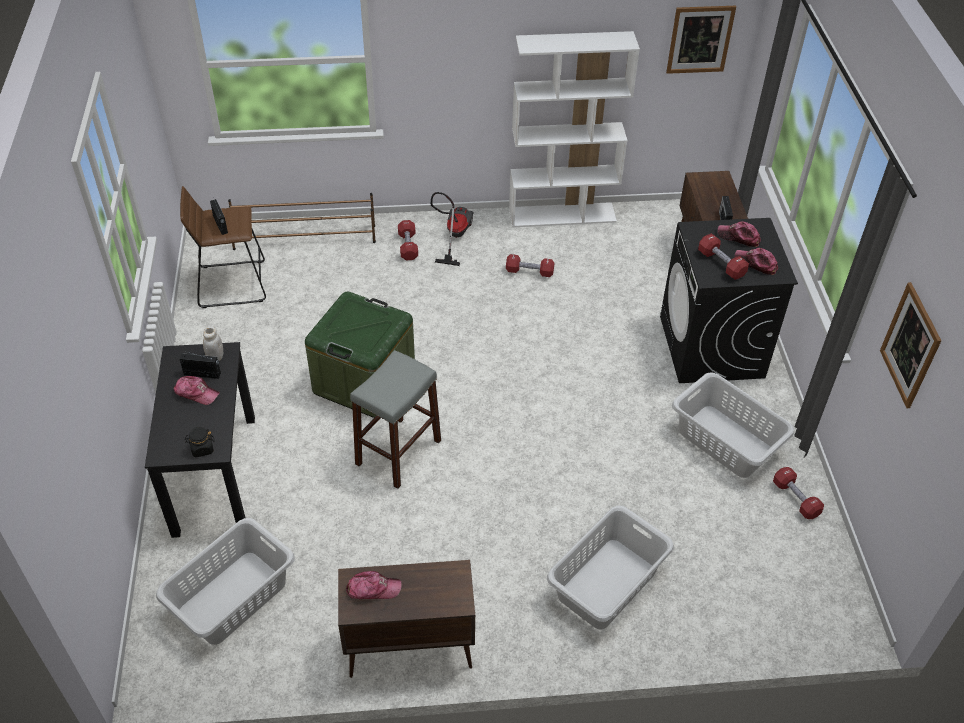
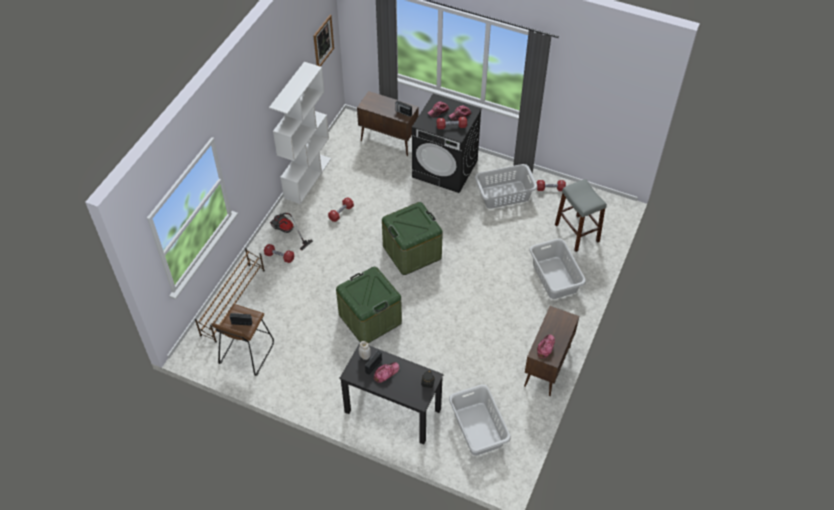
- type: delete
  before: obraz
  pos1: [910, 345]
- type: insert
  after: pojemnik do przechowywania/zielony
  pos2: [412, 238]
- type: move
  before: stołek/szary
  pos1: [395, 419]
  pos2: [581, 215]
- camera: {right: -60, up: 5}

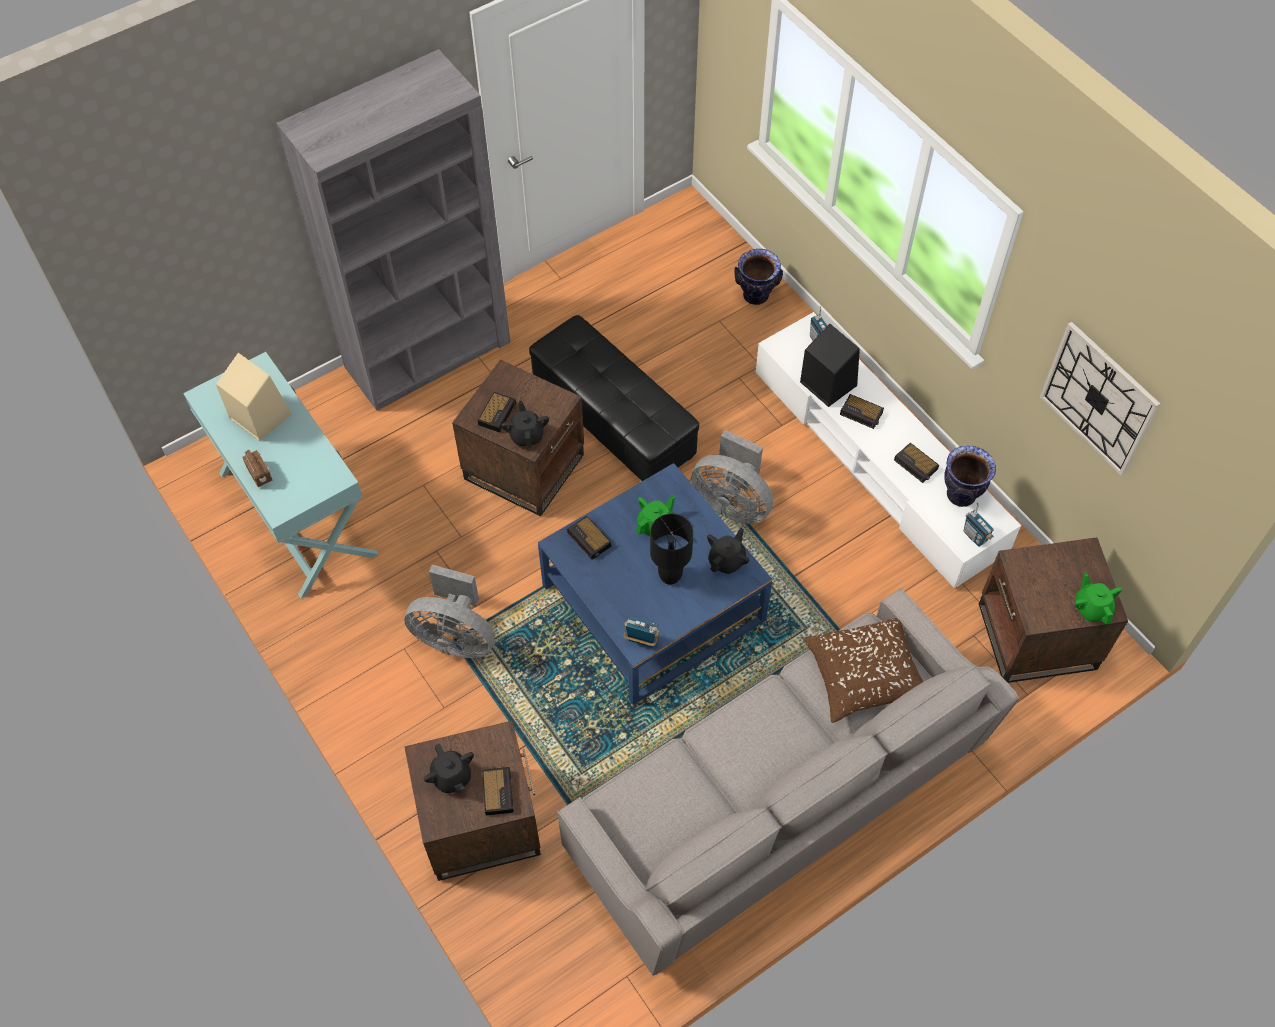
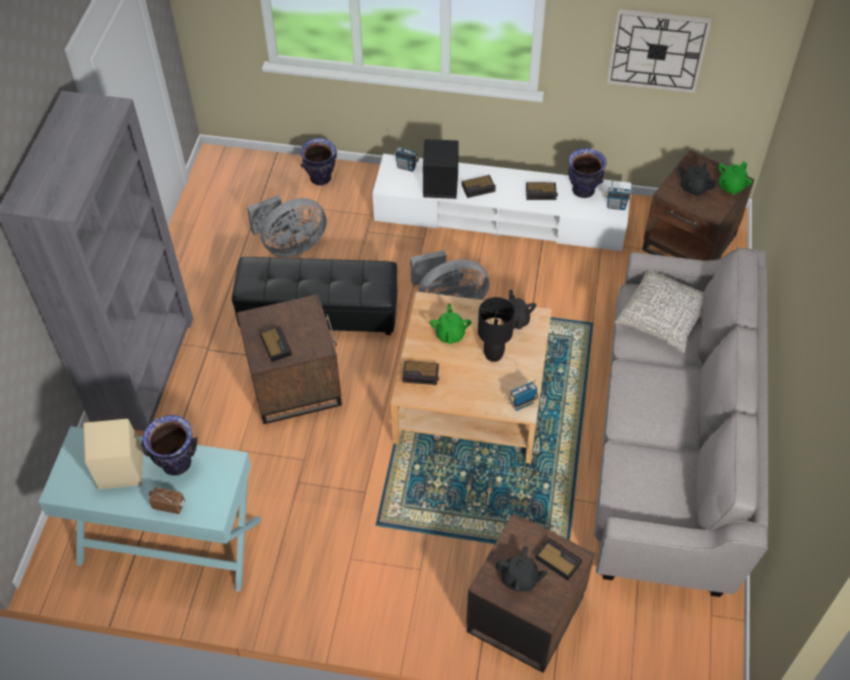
- type: insert
  after: wazon
  pos2: [170, 445]
- type: move
  before: wentylator/szary
  pos1: [449, 611]
  pos2: [287, 226]
- type: move
  before: imbryk/czarny
  pos1: [525, 424]
  pos2: [696, 179]
- type: recolor
  before: ława/niebieski
  after: ława/beżowy
  pos1: [655, 584]
  pos2: [471, 377]
- type: recolor
  before: poduszka/brązowy
  after: poduszka/szary
  pos1: [863, 670]
  pos2: [660, 311]
- type: rotate
  before: imbryk/zielony
  pos1: [1098, 598]
  pos2: [735, 178]
  turn: -75
- camera: {right: -45, up: -5}

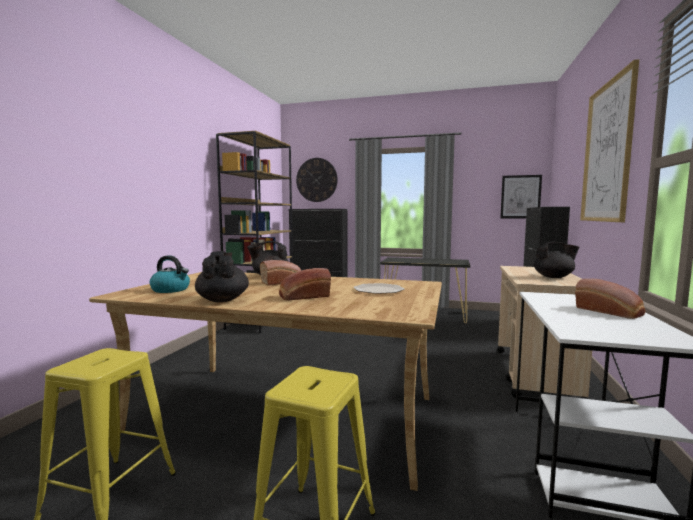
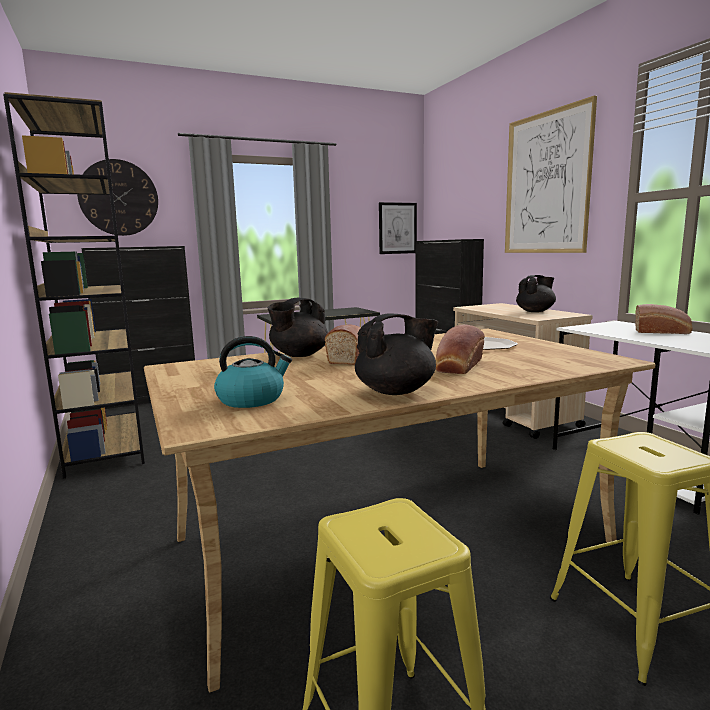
- type: rotate
  before: imbryk/czarny
  pos1: [222, 276]
  pos2: [396, 354]
  turn: 120
- camera: {right: -40, up: 5}

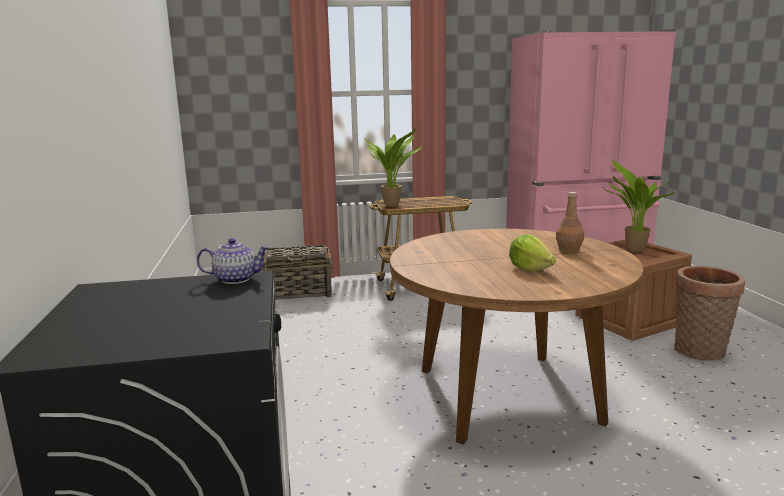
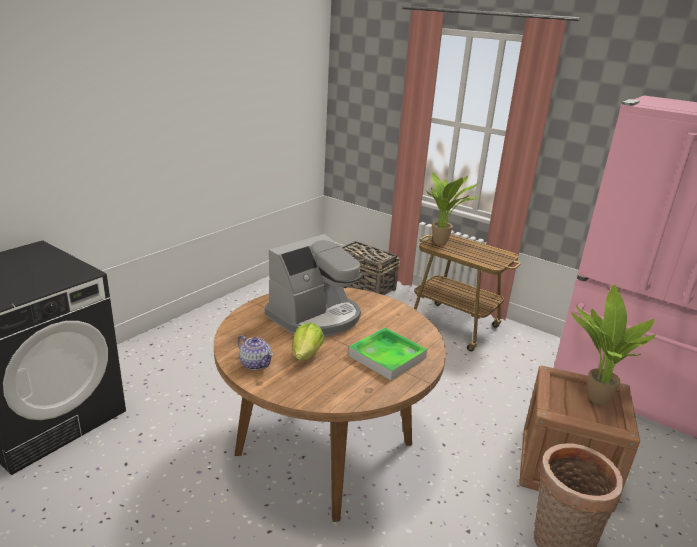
- type: insert
  after: ekspres do kawy
  pos2: [313, 285]
- type: move
  before: imbryk
  pos1: [233, 261]
  pos2: [255, 352]
- type: replace
  before: butelka/brązowy
  after: taca
  pos1: [570, 222]
  pos2: [387, 354]
- camera: {right: 45, up: 10}

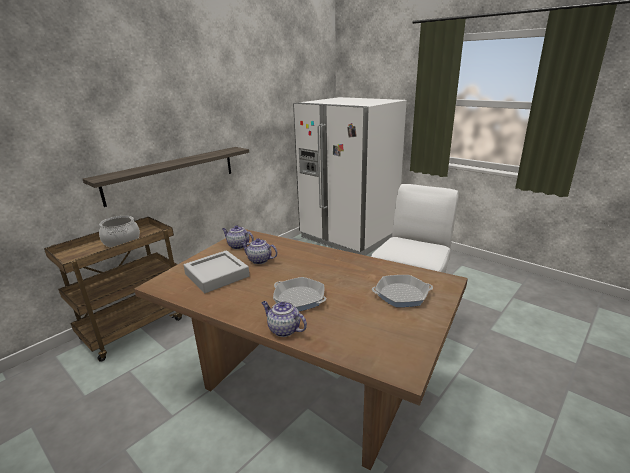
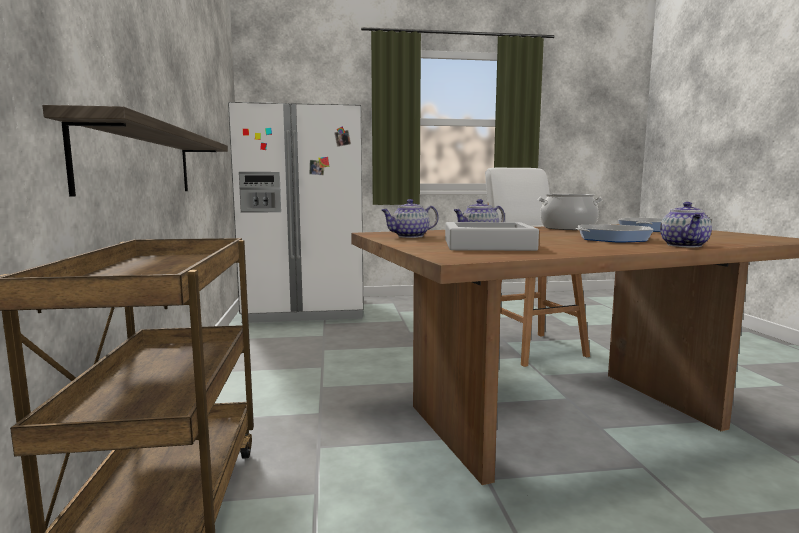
- type: move
  before: garnek
  pos1: [119, 232]
  pos2: [570, 212]
- type: rotate
  before: imbryk
  pos1: [284, 319]
  pos2: [686, 224]
  turn: -60
- camera: {right: -50, up: -15}

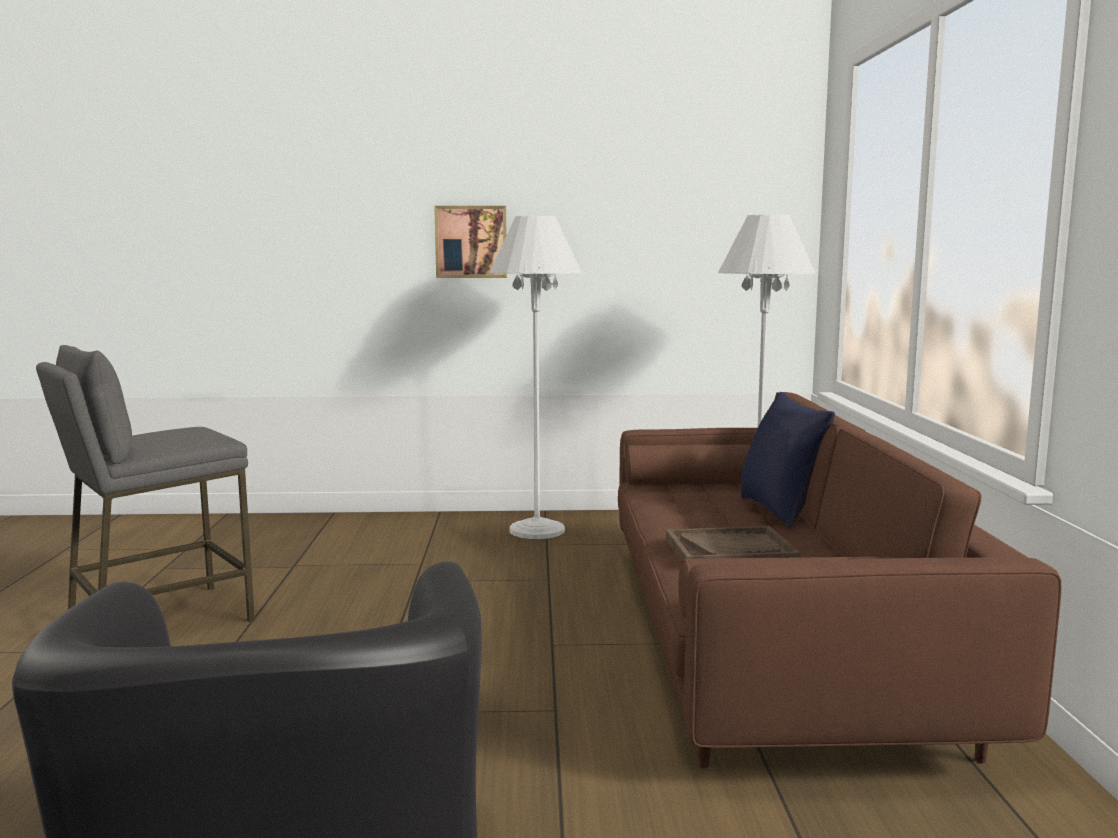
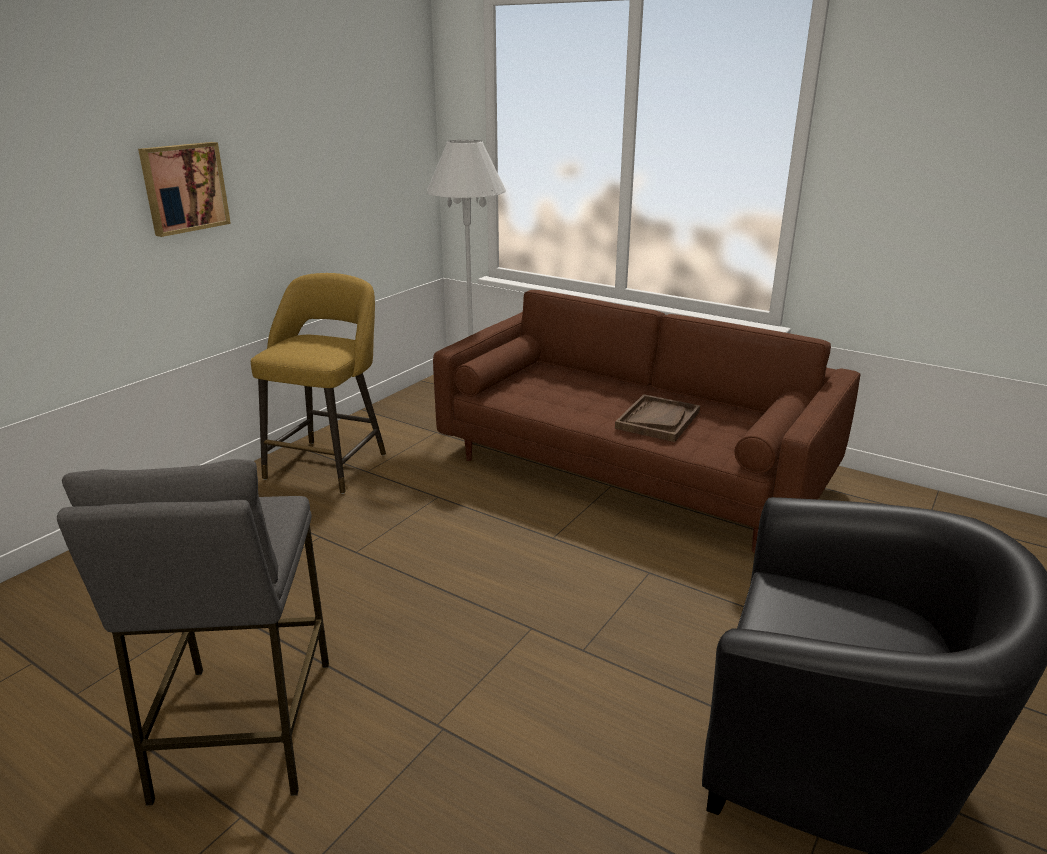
- type: delete
  before: poduszka/niebieski
  pos1: [788, 460]
- type: replace
  before: lampa stojąca/biały
  after: stołek/żółty
  pos1: [535, 377]
  pos2: [318, 383]
- camera: {right: -55, up: 15}

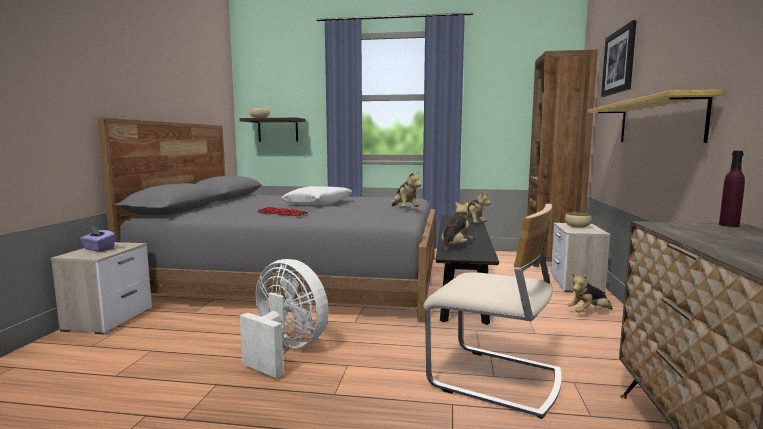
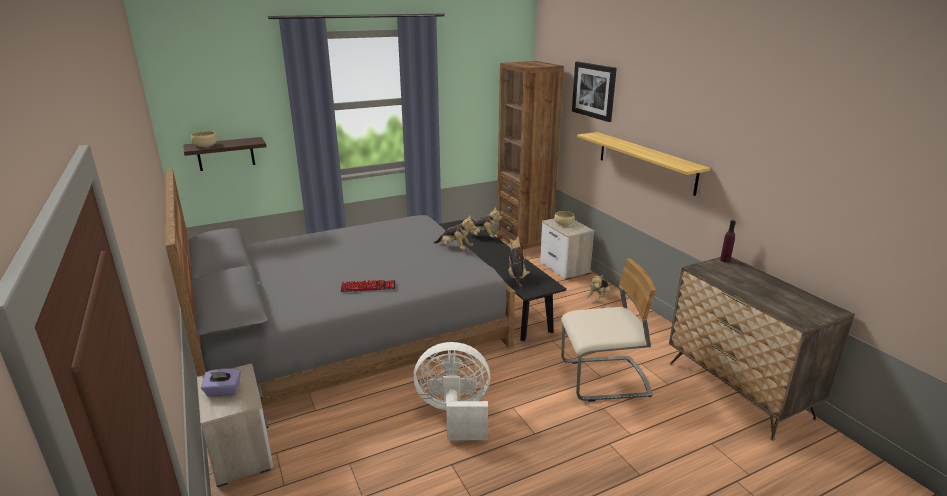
- type: delete
  before: poduszka/biały
  pos1: [317, 195]
- camera: {right: -35, up: 15}

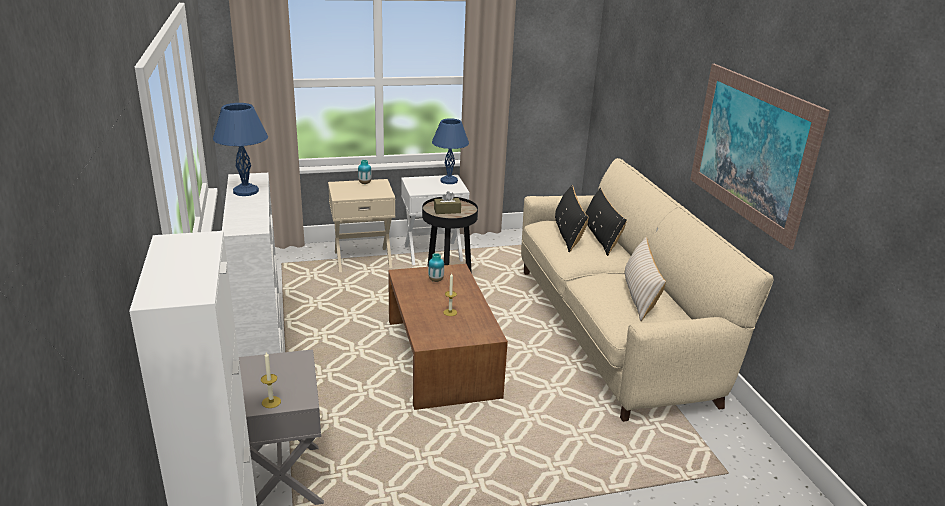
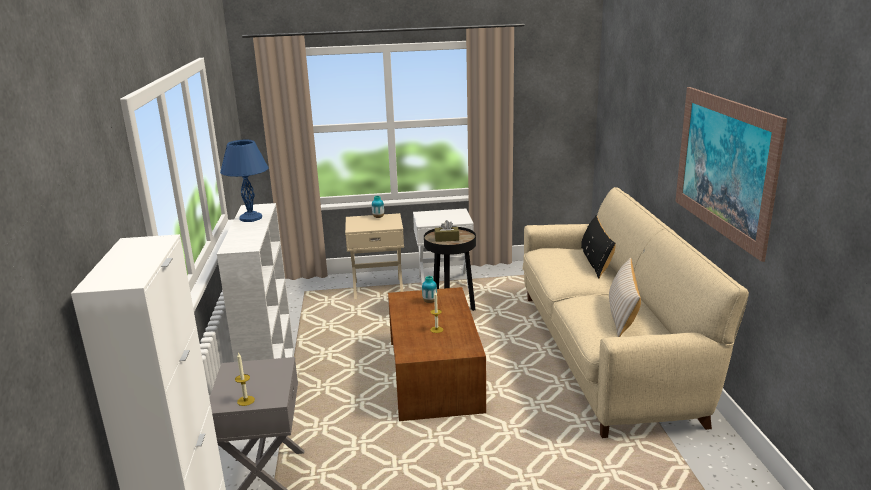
- type: delete
  before: lampa stołowa/niebieski
  pos1: [450, 151]
- type: delete
  before: poduszka/czarny
  pos1: [572, 219]
- camera: {right: 10, up: -5}

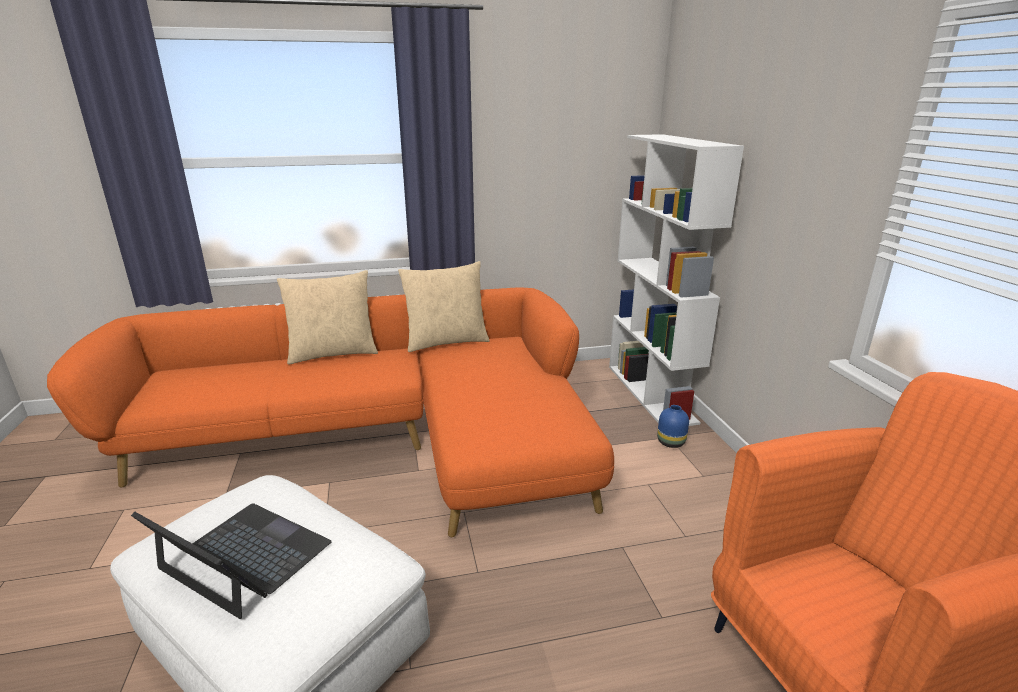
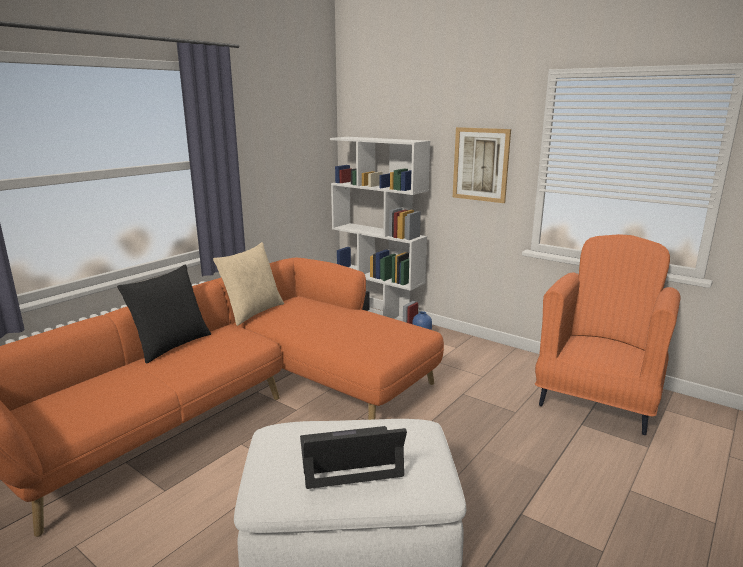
- type: insert
  after: obraz
  pos2: [482, 165]
- type: recolor
  before: poduszka/beżowy
  after: poduszka/czarny
  pos1: [327, 317]
  pos2: [164, 314]
- camera: {right: -40, up: -5}

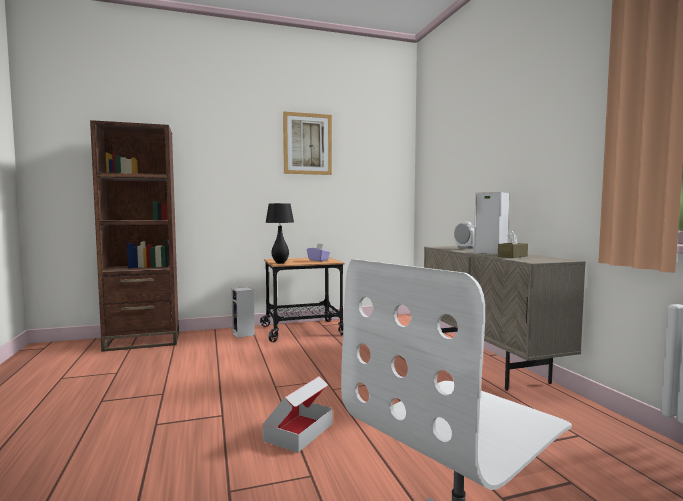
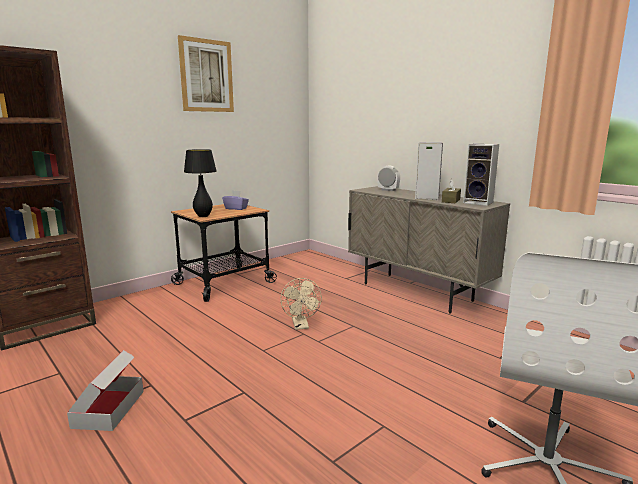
- type: insert
  after: wentylator/beżowy
  pos2: [301, 304]
- type: move
  before: głośnik
  pos1: [243, 312]
  pos2: [481, 175]
- type: move
  before: karton
  pos1: [298, 414]
  pos2: [105, 390]
- camera: {right: -25, up: 10}

